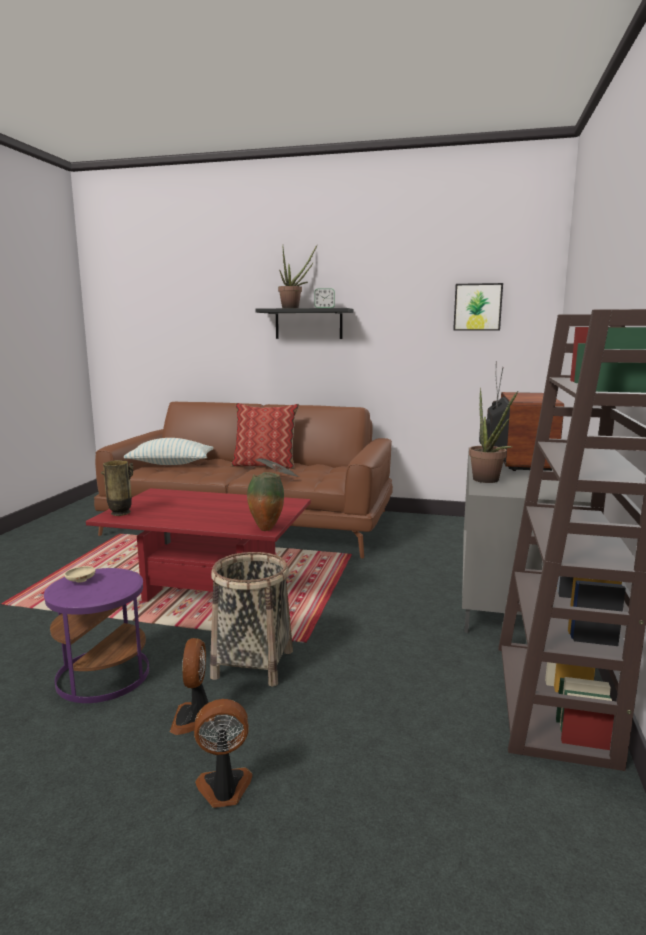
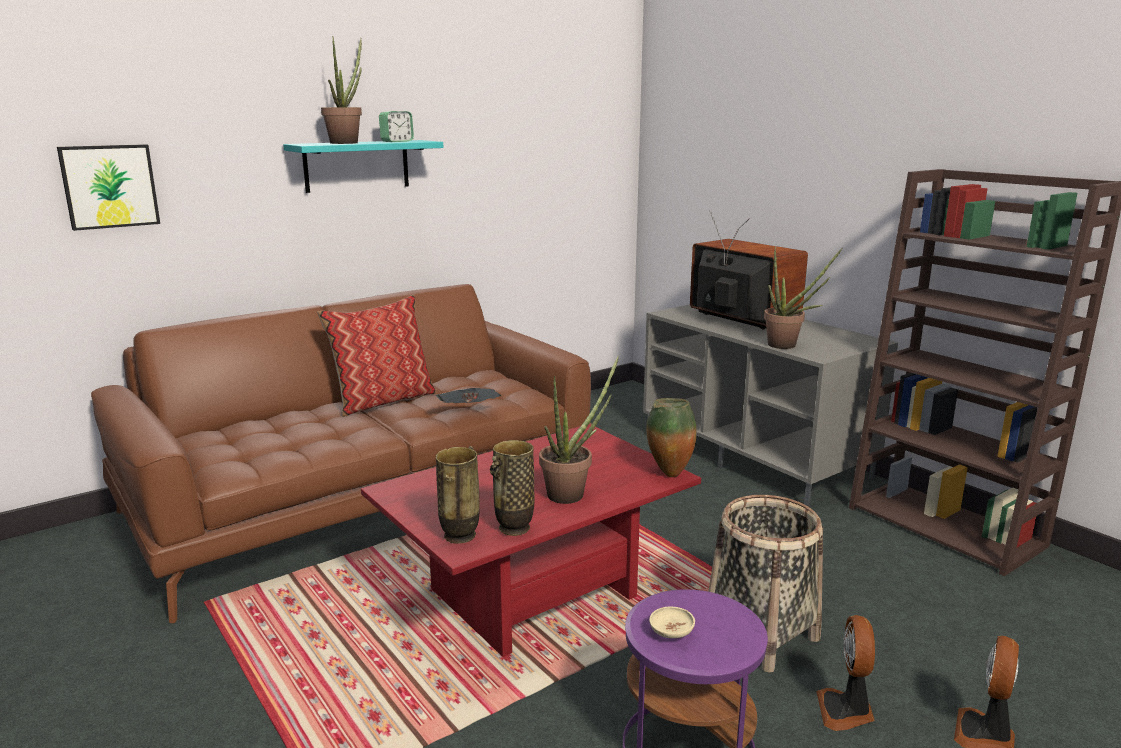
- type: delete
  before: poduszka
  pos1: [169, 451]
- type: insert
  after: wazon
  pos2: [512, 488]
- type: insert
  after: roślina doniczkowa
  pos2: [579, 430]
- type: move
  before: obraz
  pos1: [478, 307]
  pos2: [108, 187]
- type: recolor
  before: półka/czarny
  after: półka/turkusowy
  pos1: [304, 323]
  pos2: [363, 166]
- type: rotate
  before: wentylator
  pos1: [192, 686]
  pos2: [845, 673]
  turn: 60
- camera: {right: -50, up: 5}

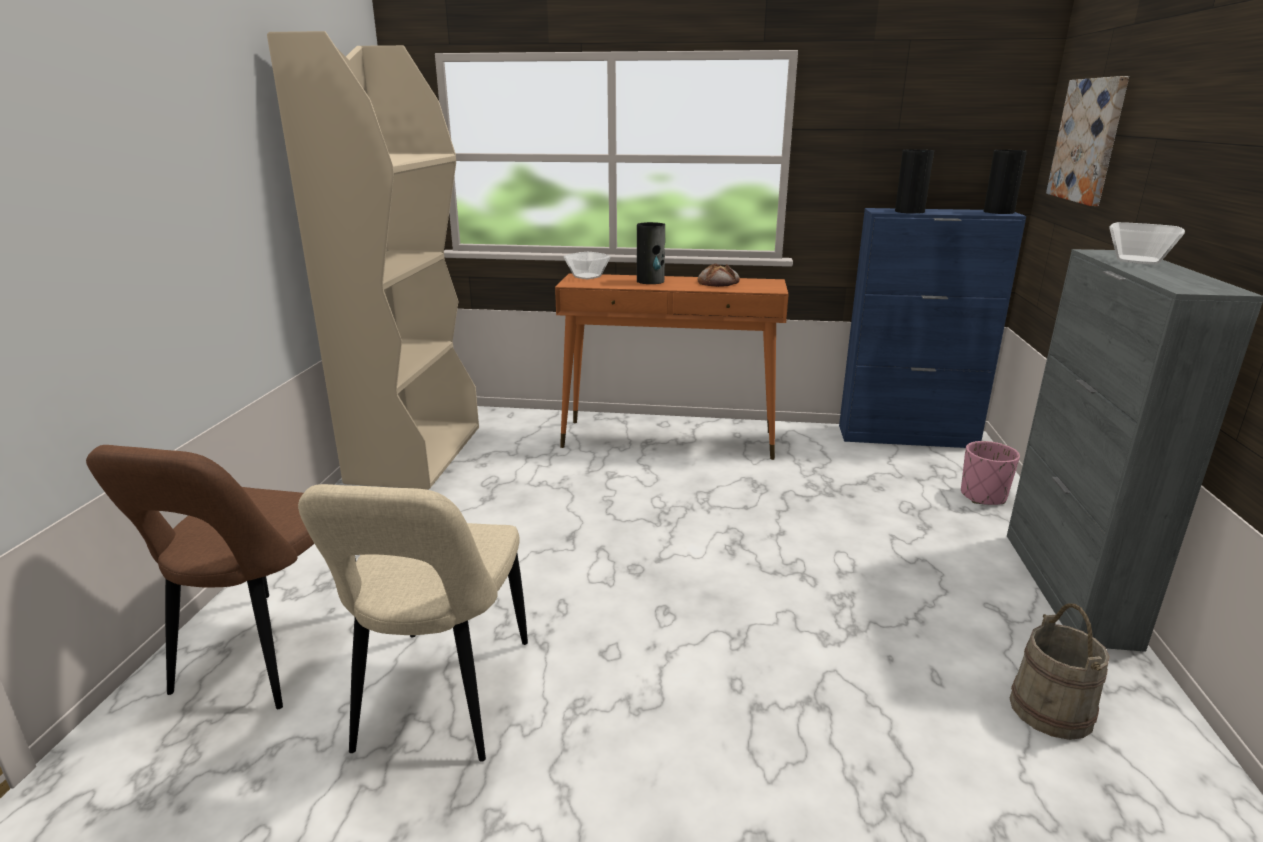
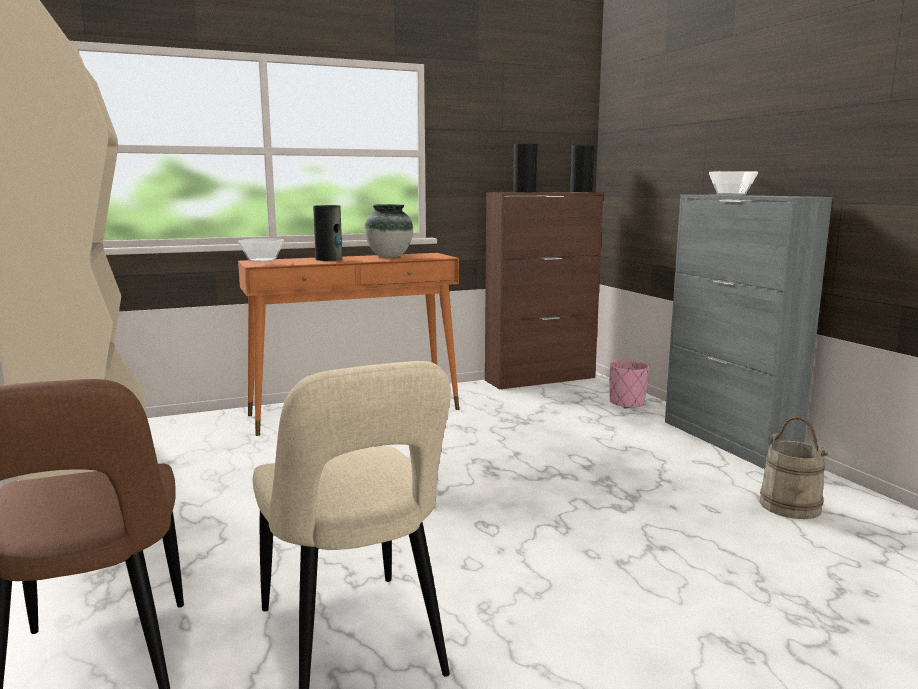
- type: delete
  before: obraz
  pos1: [1087, 141]
- type: replace
  before: chleb
  after: wazon
  pos1: [719, 275]
  pos2: [388, 231]
- type: recolor
  before: szafka/niebieski
  after: szafka/brązowy
  pos1: [932, 328]
  pos2: [544, 291]
- camera: {right: -30, up: -10}

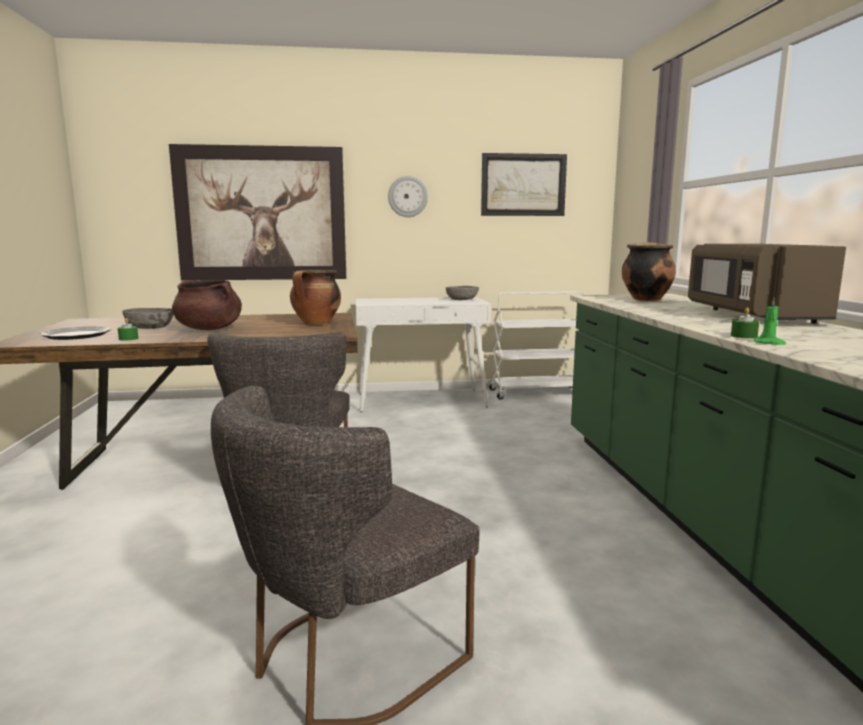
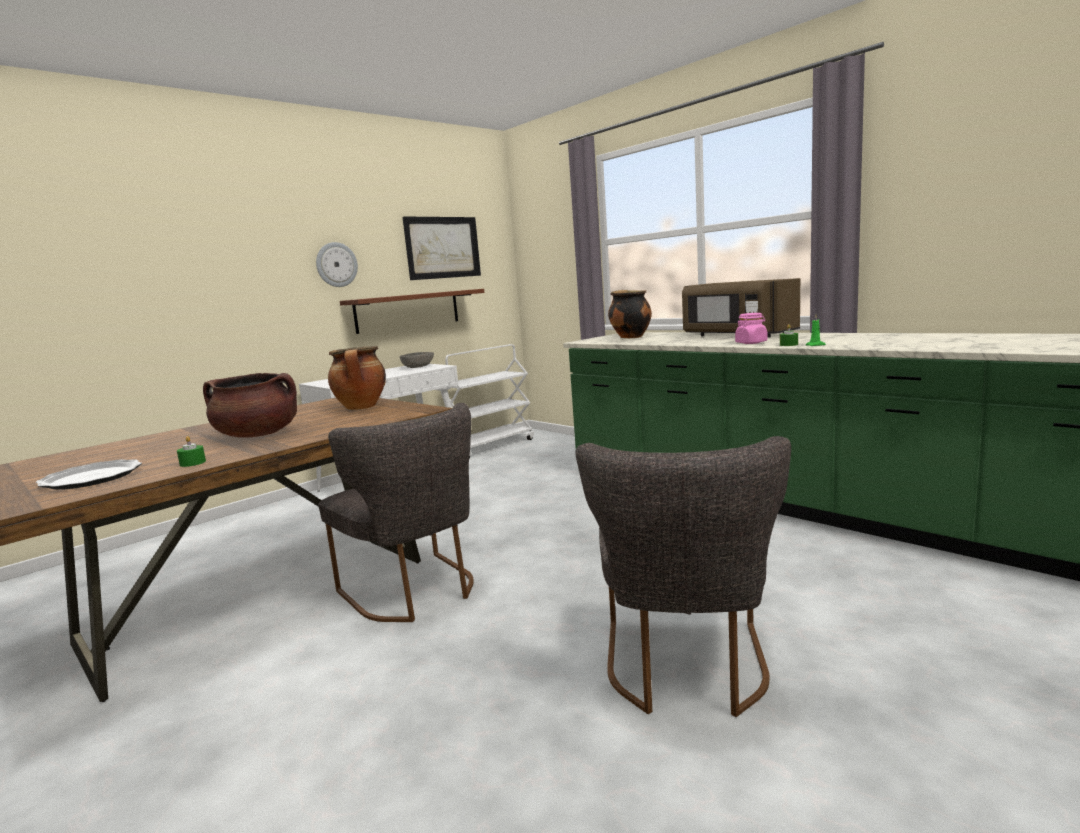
- type: delete
  before: miska/szary
  pos1: [147, 318]
- type: delete
  before: obraz
  pos1: [257, 212]
- type: insert
  after: półka/brązowy
  pos2: [412, 311]
- type: insert
  after: słoik/różowy
  pos2: [751, 328]
- camera: {right: -35, up: 0}

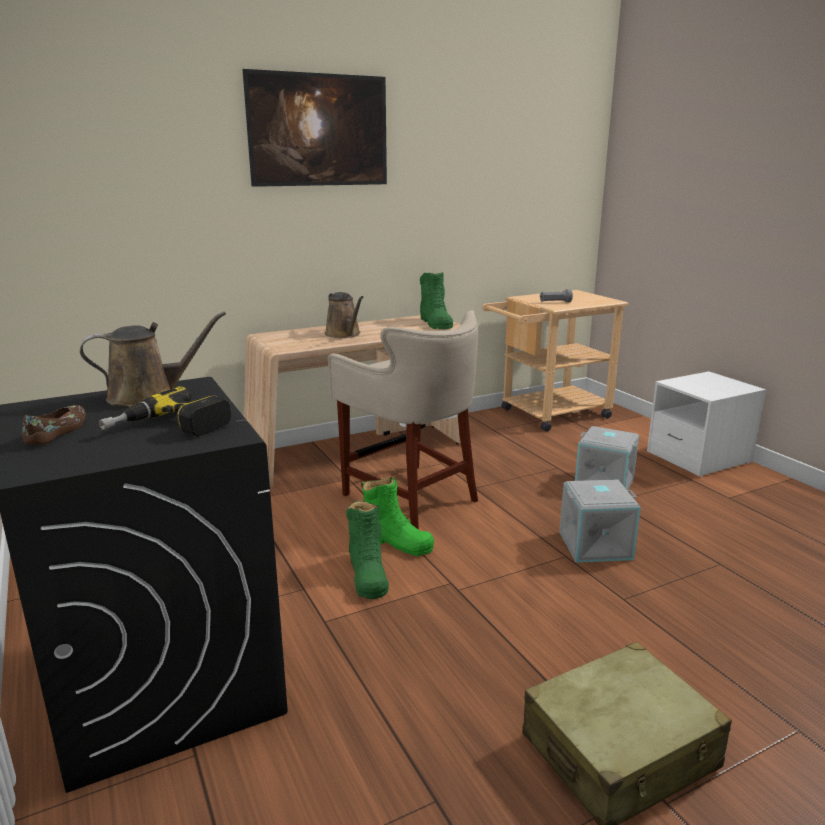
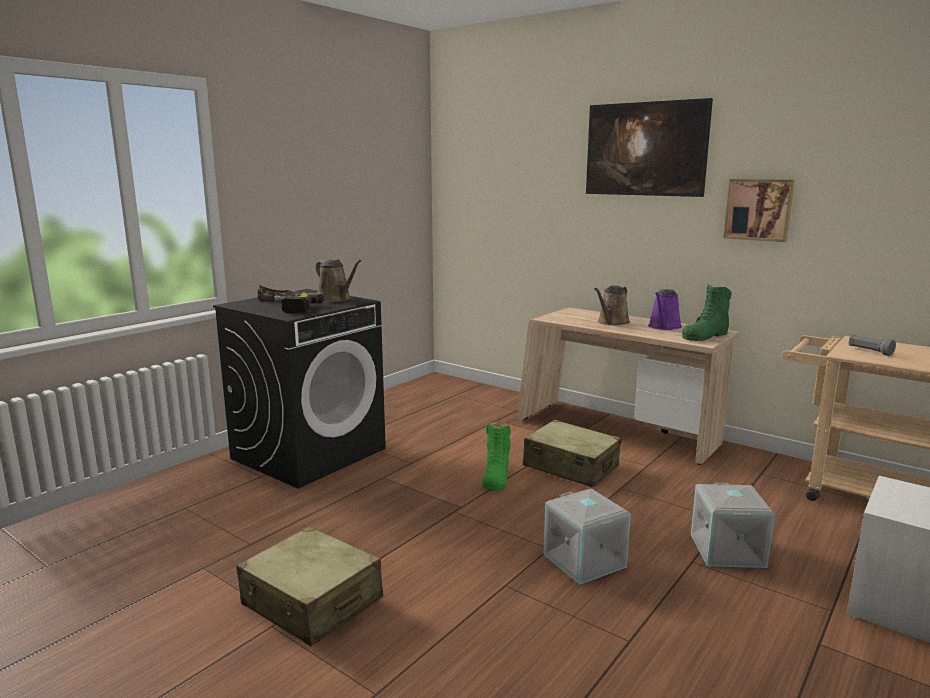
- type: delete
  before: but z cholewką/zielony
  pos1: [367, 549]
- type: insert
  after: konewka/fioletowy
  pos2: [665, 309]
- type: insert
  after: obraz
  pos2: [758, 210]
- type: replace
  before: stołek/beżowy
  after: walizka/beżowy
  pos1: [403, 420]
  pos2: [572, 453]
- camera: {right: 65, up: -5}

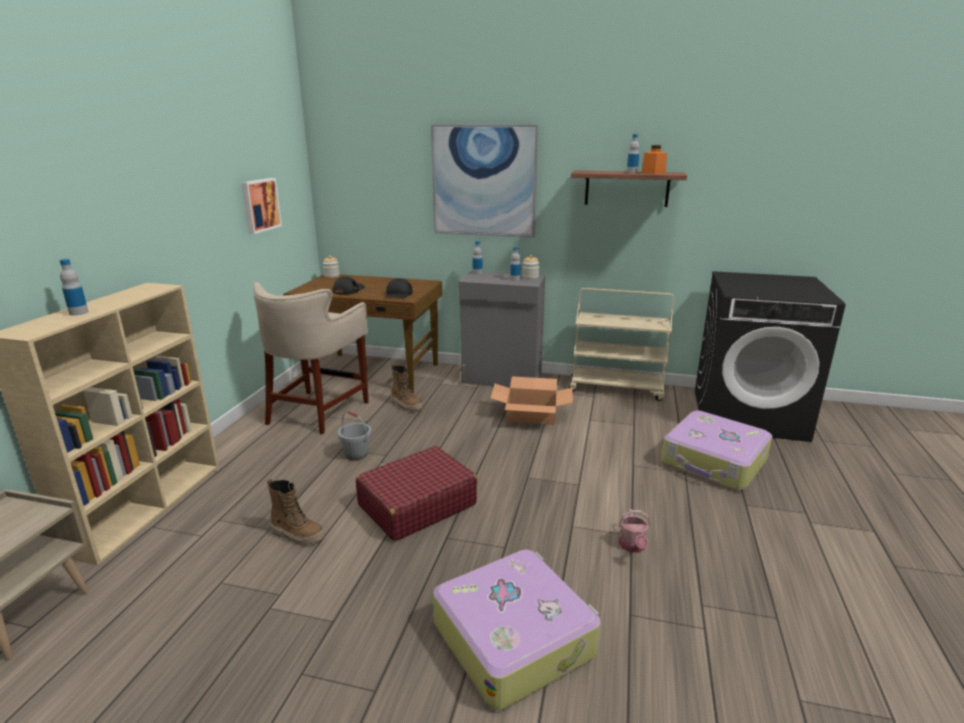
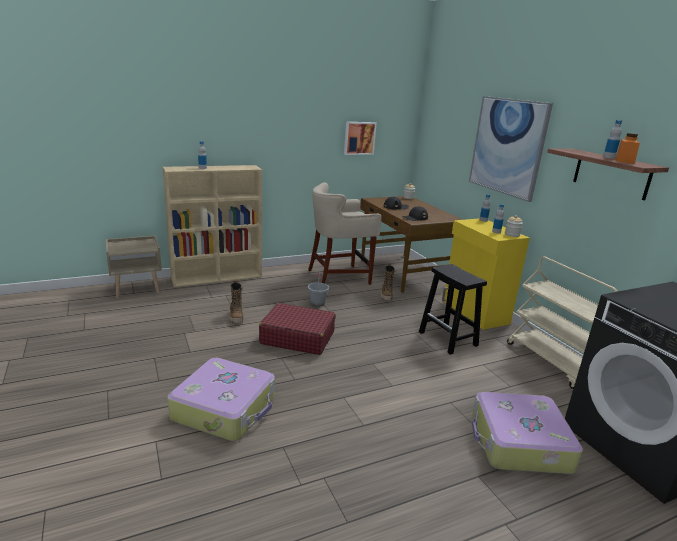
- type: delete
  before: konewka
  pos1: [634, 531]
- type: replace
  before: karton
  after: stołek/czarny
  pos1: [532, 400]
  pos2: [453, 309]
- type: recolor
  before: szafka/szary
  after: szafka/żółty
  pos1: [501, 329]
  pos2: [486, 274]
- camera: {right: 50, up: 0}

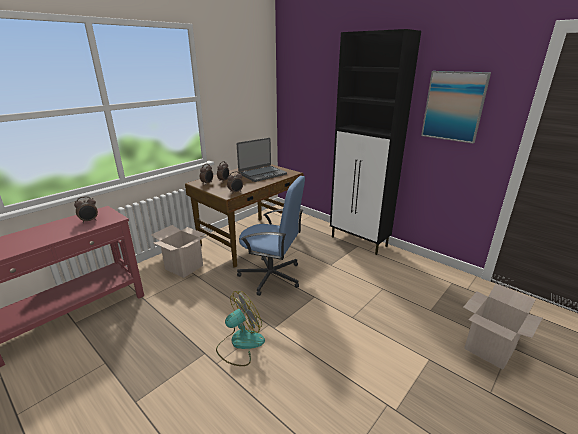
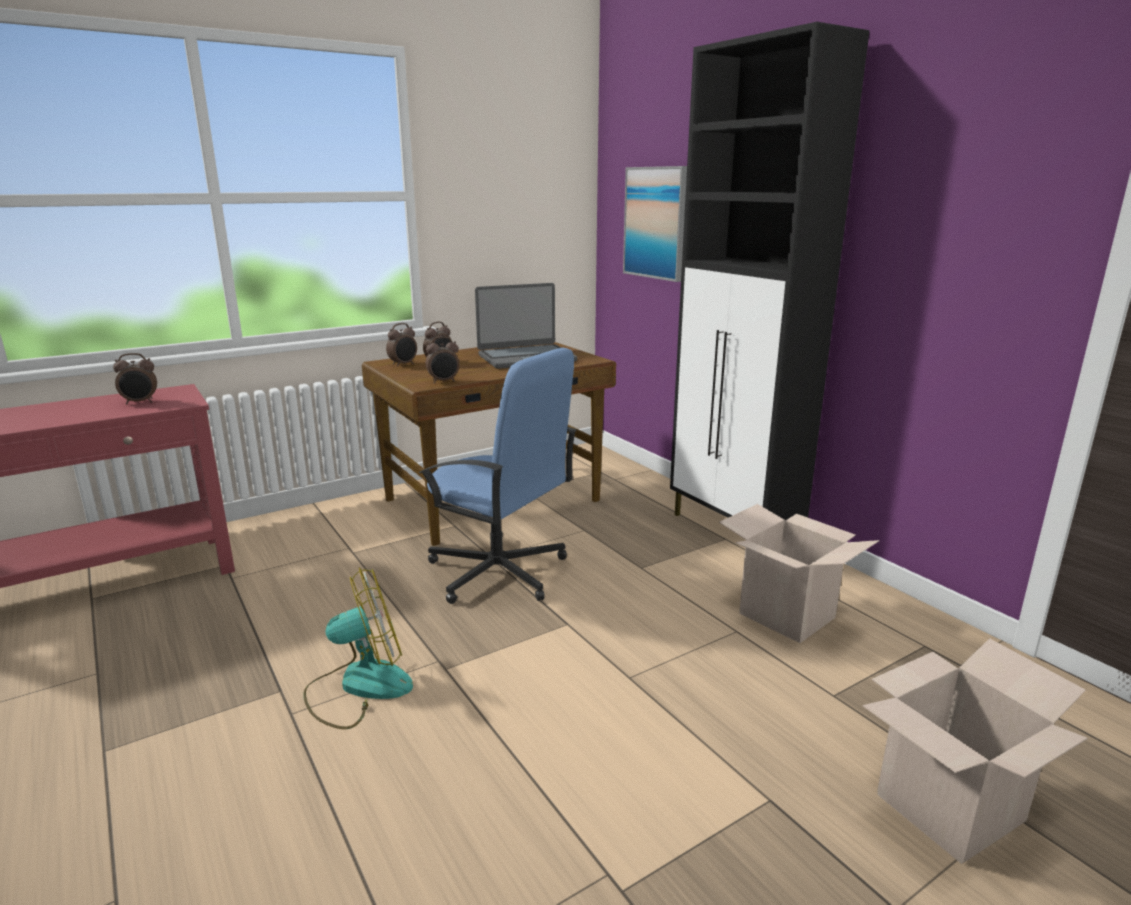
- type: move
  before: karton
  pos1: [179, 251]
  pos2: [799, 573]
- type: move
  before: obraz
  pos1: [456, 107]
  pos2: [655, 224]
- camera: {right: 15, up: -5}

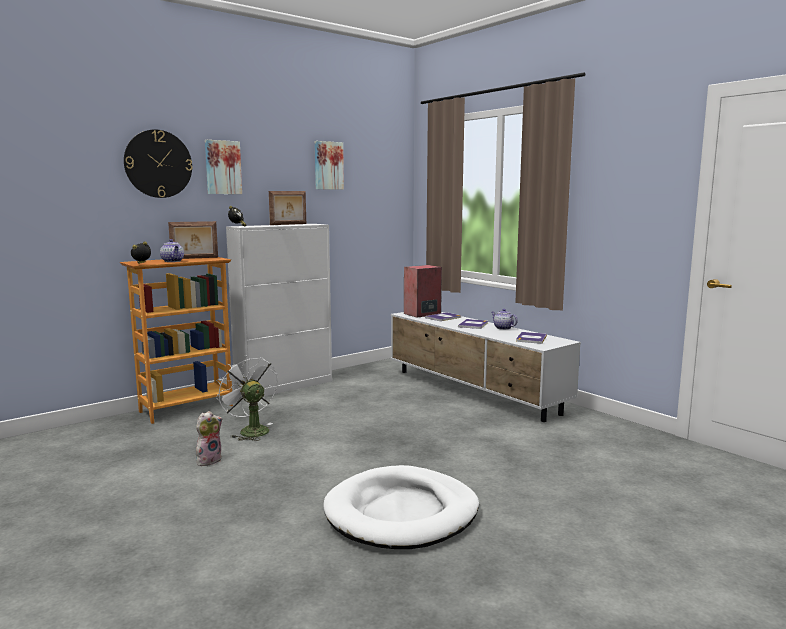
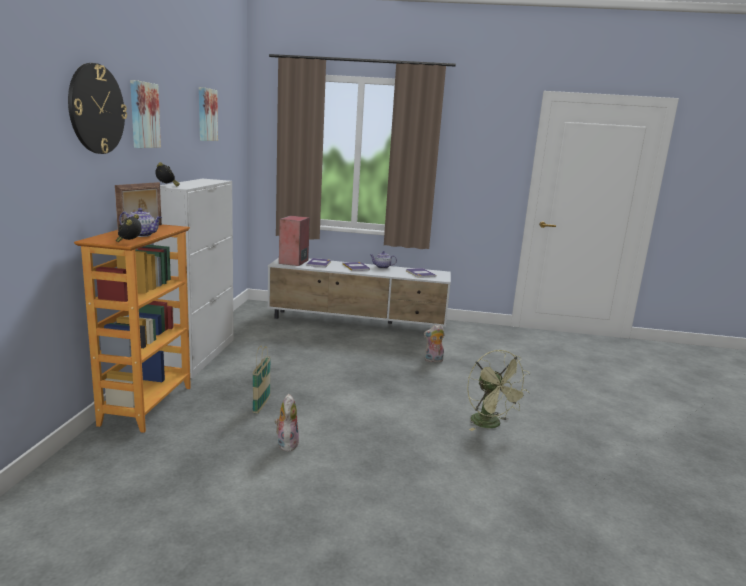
- type: delete
  before: ramka na zdjęcie
  pos1: [287, 208]
- type: insert
  after: pluszak
  pos2: [434, 343]
- type: replace
  before: wentylator/biały
  after: koszyk
  pos1: [247, 398]
  pos2: [261, 380]
- type: replace
  before: legowisko/biały
  after: wentylator/zielony
  pos1: [401, 507]
  pos2: [498, 390]
- camera: {right: -45, up: 5}

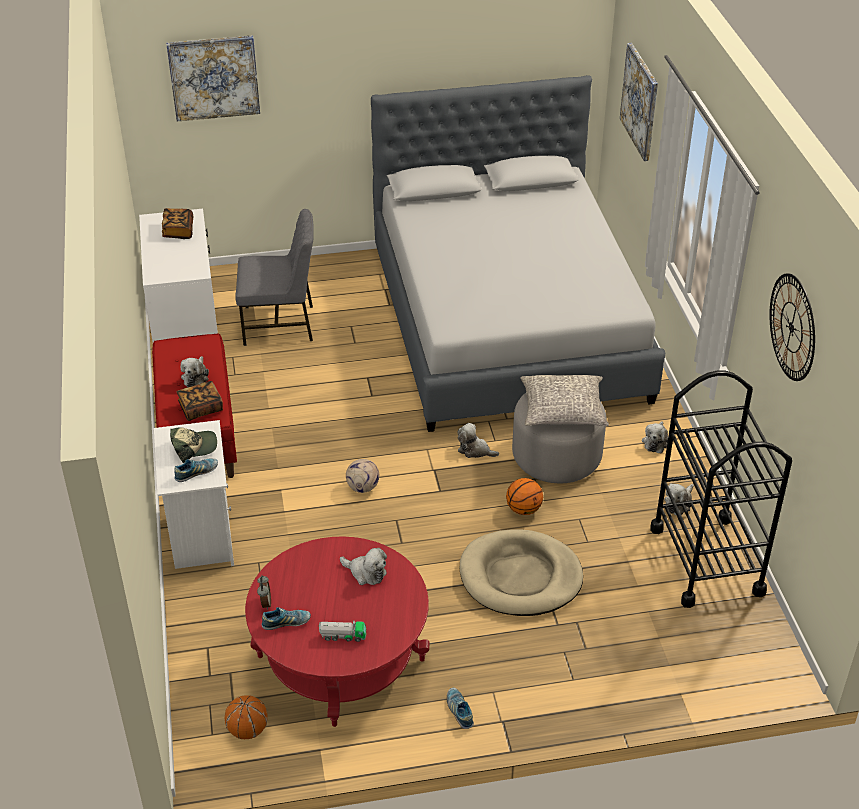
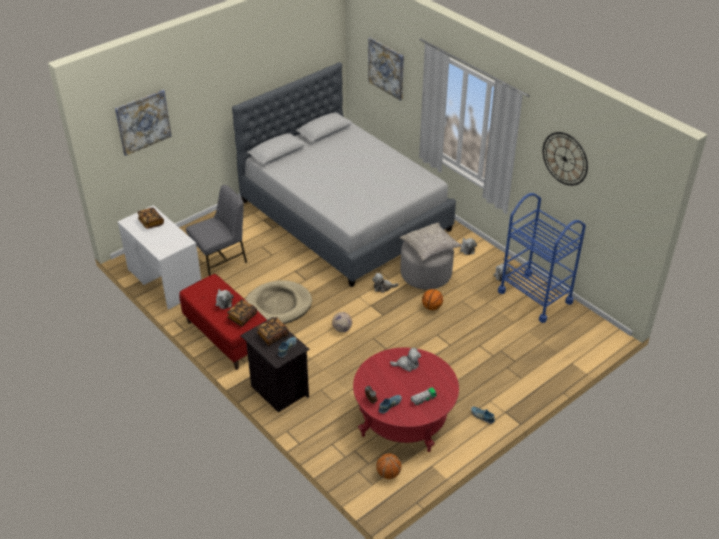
- type: move
  before: legowisko/beżowy
  pos1: [521, 572]
  pos2: [278, 302]
- type: replace
  before: czapka z daszkiem
  after: książka
  pos1: [193, 445]
  pos2: [273, 331]
- type: recolor
  before: szafka nocna/biały
  after: szafka nocna/czarny
  pos1: [194, 494]
  pos2: [274, 364]
- type: recolor
  before: wózek/czarny
  after: wózek/niebieski
  pos1: [721, 489]
  pos2: [542, 258]
- camera: {right: -30, up: 0}

